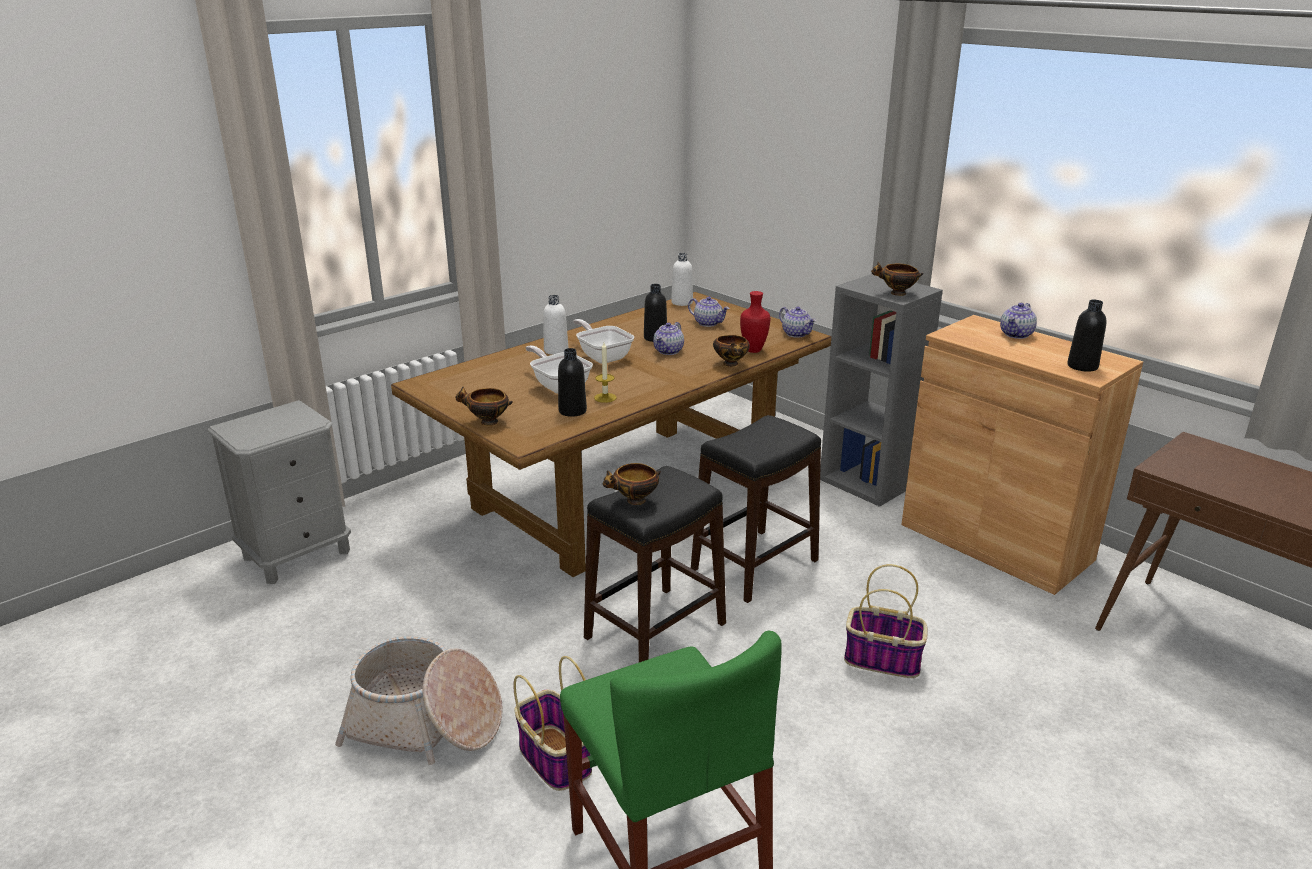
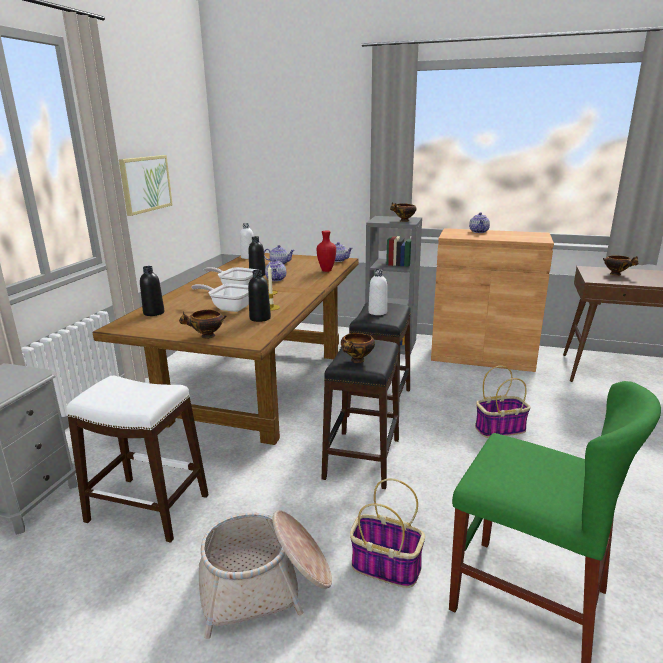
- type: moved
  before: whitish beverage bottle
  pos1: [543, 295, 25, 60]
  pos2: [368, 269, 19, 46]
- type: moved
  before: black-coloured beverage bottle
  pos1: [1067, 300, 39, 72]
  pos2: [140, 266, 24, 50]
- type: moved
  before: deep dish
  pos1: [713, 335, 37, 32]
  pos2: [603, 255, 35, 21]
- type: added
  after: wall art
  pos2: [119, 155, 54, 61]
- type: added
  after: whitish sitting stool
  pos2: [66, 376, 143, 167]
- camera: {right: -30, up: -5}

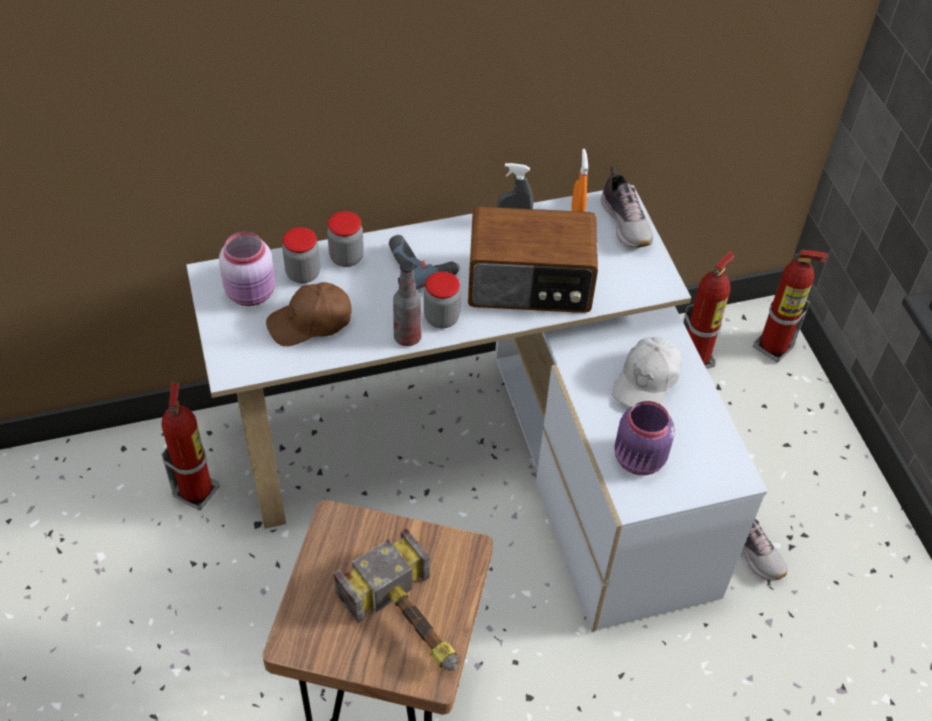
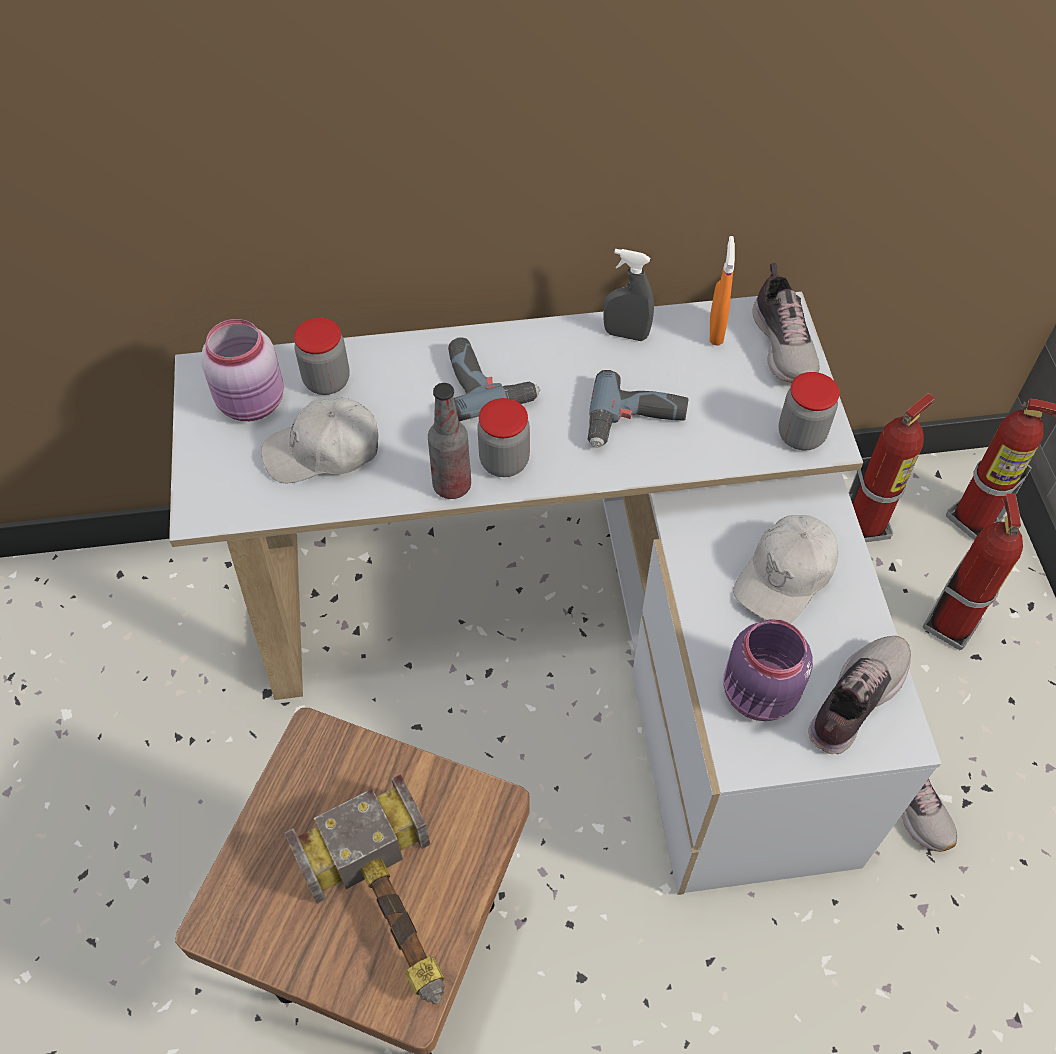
- type: replaced
  before: radio receiver
  after: drill
  pos1: [468, 206, 130, 107]
  pos2: [588, 370, 101, 78]
- type: moved
  before: preserve jar
  pos1: [327, 211, 37, 56]
  pos2: [778, 372, 62, 79]
- type: recoloured
  before: brownish cap
  after: whitish cap
  pos1: [266, 282, 86, 64]
  pos2: [261, 398, 117, 86]
- type: moved
  before: fire-fighting cylinder
  pos1: [161, 383, 58, 127]
  pos2: [922, 493, 101, 157]
- type: added
  after: low shoe
  pos2: [808, 636, 103, 118]
- camera: {right: 10, up: 5}

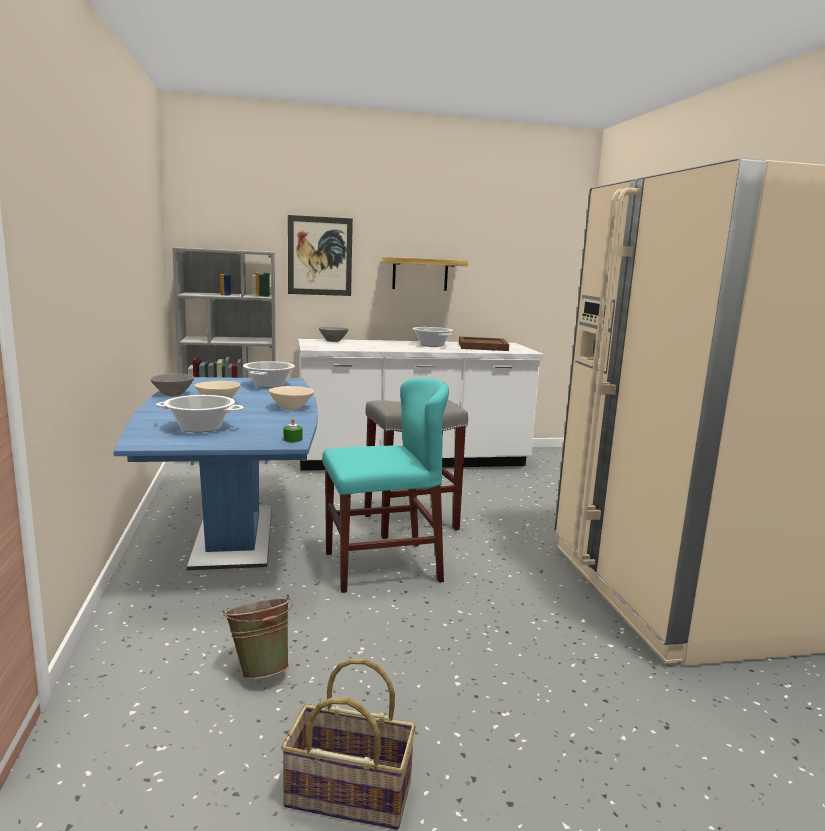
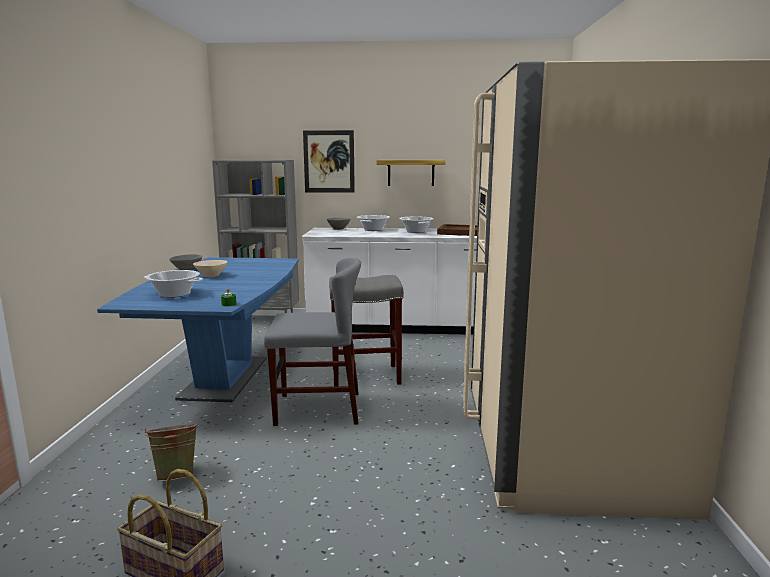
- type: moved
  before: cooking pot
  pos1: [243, 361, 52, 27]
  pos2: [357, 215, 33, 16]
- type: recoloured
  before: turquoise chair
  after: grey chair
  pos1: [322, 378, 127, 215]
  pos2: [264, 258, 97, 168]
- type: removed
  before: beige deep dish
  pos1: [269, 386, 45, 24]
- camera: {right: 15, up: 0}

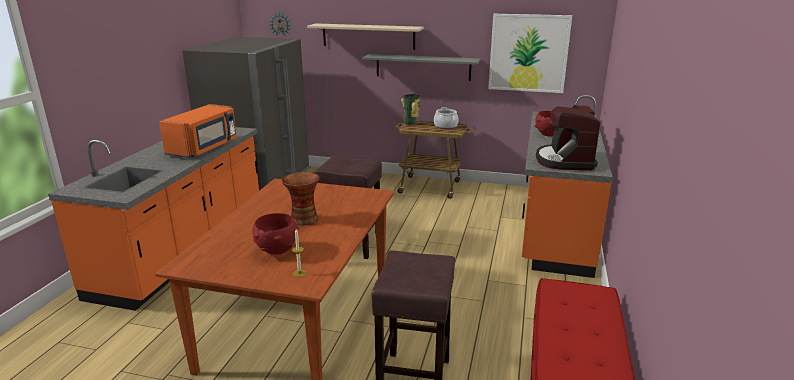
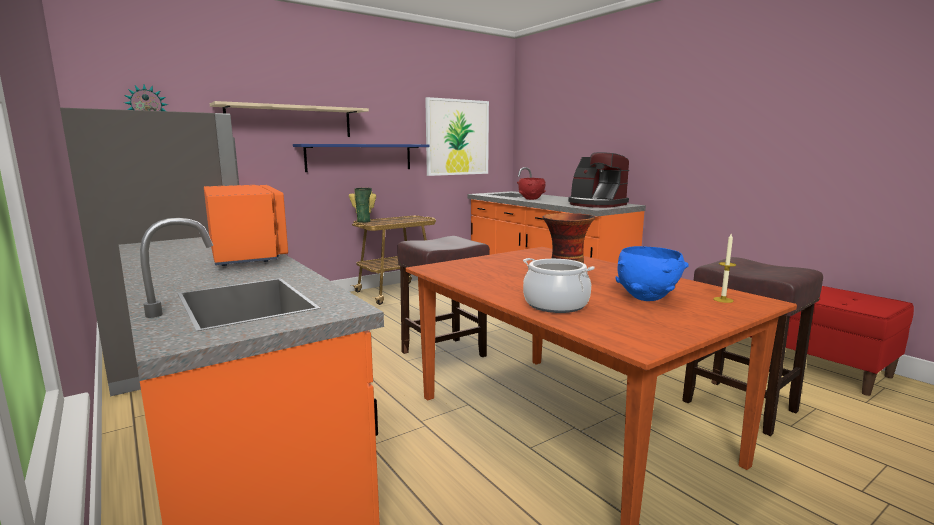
- type: recoloured
  before: grey shelf
  after: bluish shelf
  pos1: [362, 54, 118, 27]
  pos2: [293, 144, 136, 28]
- type: moved
  before: cooking pot
  pos1: [434, 107, 25, 22]
  pos2: [523, 258, 72, 55]
- type: recoloured
  before: reddish deep dish
  after: bluish deep dish
  pos1: [252, 213, 47, 42]
  pos2: [616, 246, 73, 55]
- camera: {right: -50, up: -10}

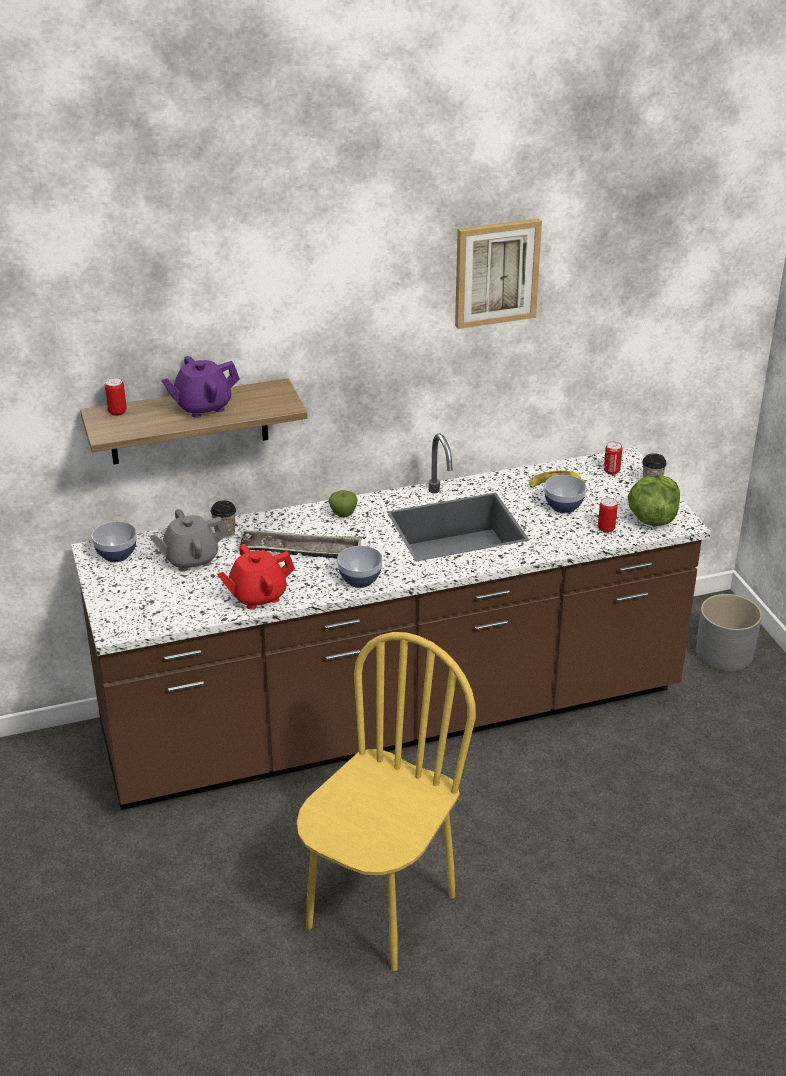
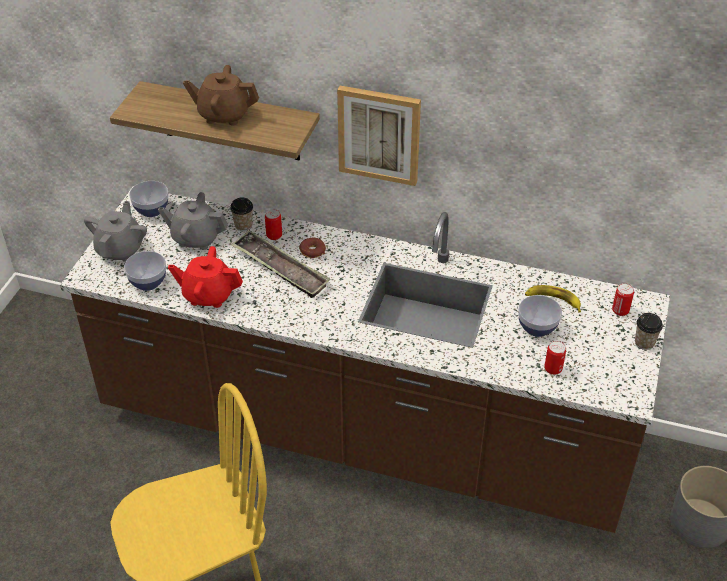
- type: moved
  before: wall art
  pos1: [455, 218, 87, 111]
  pos2: [337, 86, 84, 100]
- type: recoloured
  before: purple-coloured pot for tea
  after: brownish pot for tea
  pos1: [161, 356, 79, 62]
  pos2: [183, 65, 76, 60]
- type: moved
  before: sealed can
  pos1: [105, 378, 22, 38]
  pos2: [265, 209, 17, 31]
- type: removed
  before: head of lettuce
  pos1: [628, 475, 52, 51]
- type: removed
  before: apple
  pos1: [329, 490, 29, 28]
- type: moved
  before: deep dish
  pos1: [337, 546, 45, 42]
  pos2: [124, 251, 42, 40]
- type: added
  after: grey pot for tea
  pos2: [84, 201, 63, 61]
- type: added
  after: doughnut
  pos2: [299, 238, 27, 20]
- camera: {right: 35, up: 10}

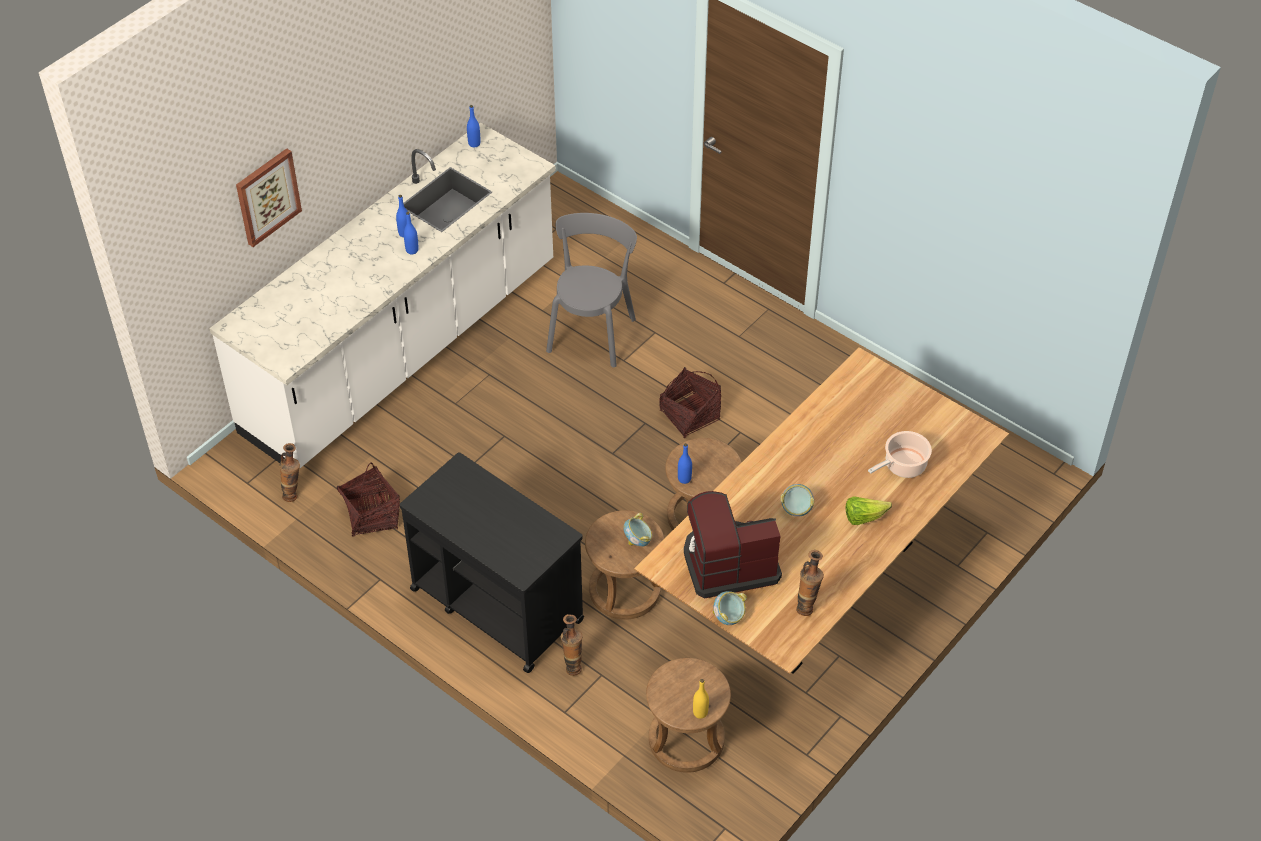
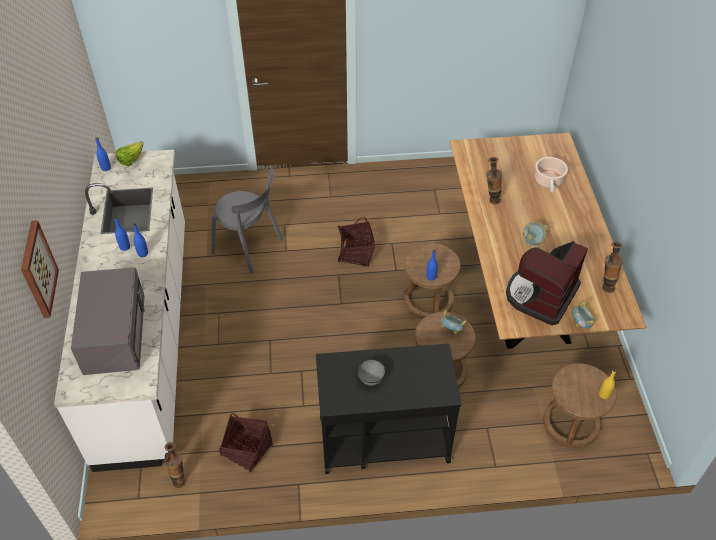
- type: turned
  before: grey chair
  pos1: [546, 213, 91, 154]
  pos2: [211, 168, 72, 106]
  turn: 150
- type: moved
  before: head of lettuce
  pos1: [846, 496, 46, 29]
  pos2: [116, 141, 27, 25]
- type: moved
  before: decorative vase
  pos1: [561, 614, 21, 62]
  pos2: [486, 157, 16, 48]
- type: added
  after: grey microwave
  pos2: [71, 267, 74, 108]
- type: added
  after: grey deep dish
  pos2: [358, 359, 27, 26]
- camera: {right: -45, up: 0}

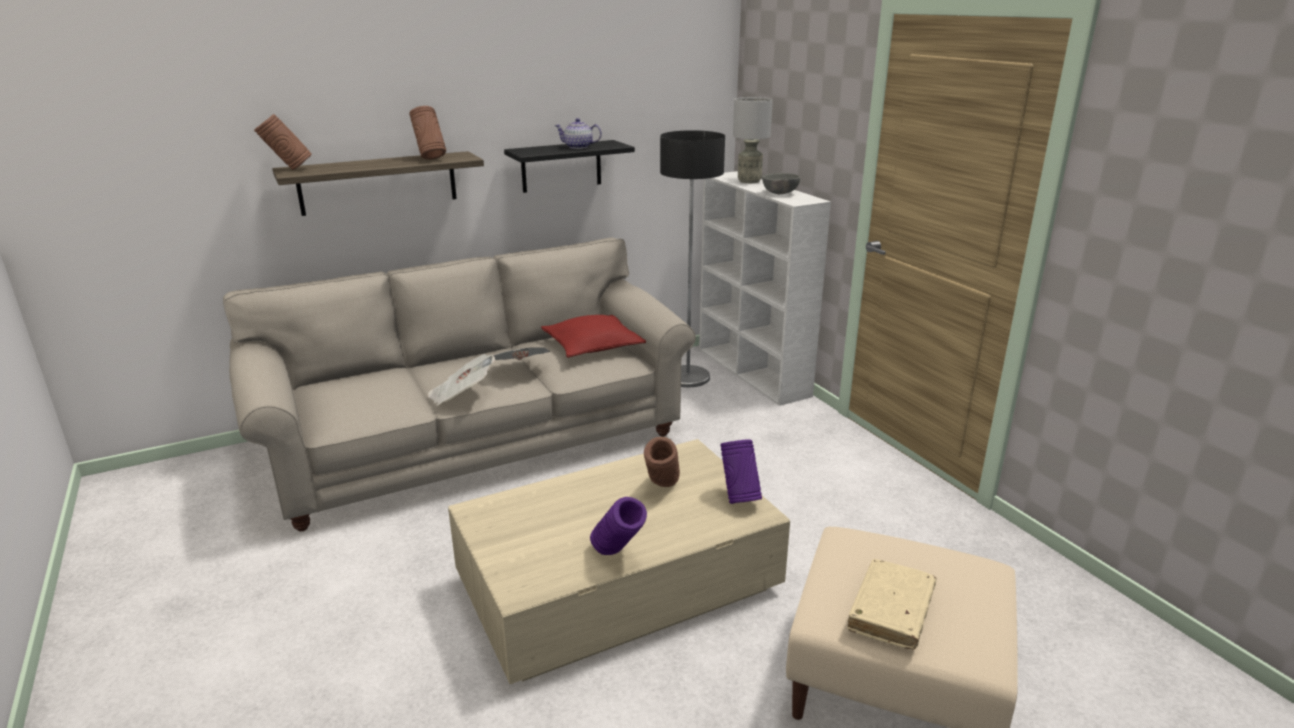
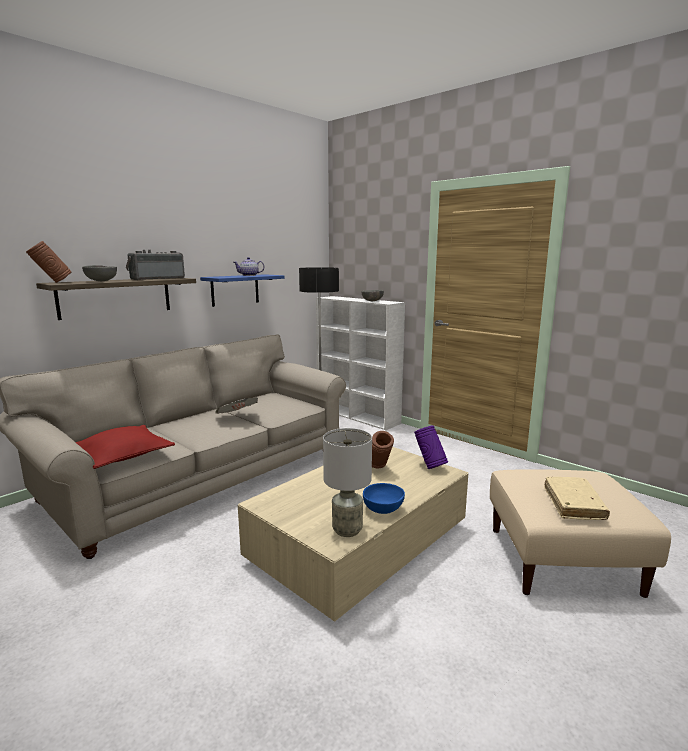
- type: moved
  before: grey tabletop lamp
  pos1: [733, 97, 40, 86]
  pos2: [323, 428, 49, 109]
- type: replaced
  before: brownish decorative vase
  after: radio receiver
  pos1: [409, 106, 37, 53]
  pos2: [126, 250, 59, 30]
- type: recoloured
  before: black-coloured shelf
  after: bluish shelf
  pos1: [504, 140, 131, 53]
  pos2: [200, 274, 84, 33]
- type: moved
  before: reddish cushion
  pos1: [541, 315, 105, 43]
  pos2: [76, 425, 99, 44]
- type: removed
  before: daily paper
  pos1: [428, 354, 67, 52]
- type: replaced
  before: purple-coloured decorative vase
  after: bluish deep dish
  pos1: [590, 497, 57, 58]
  pos2: [363, 483, 42, 31]
- type: added
  after: grey deep dish
  pos2: [82, 265, 35, 16]
- camera: {right: -20, up: -10}

